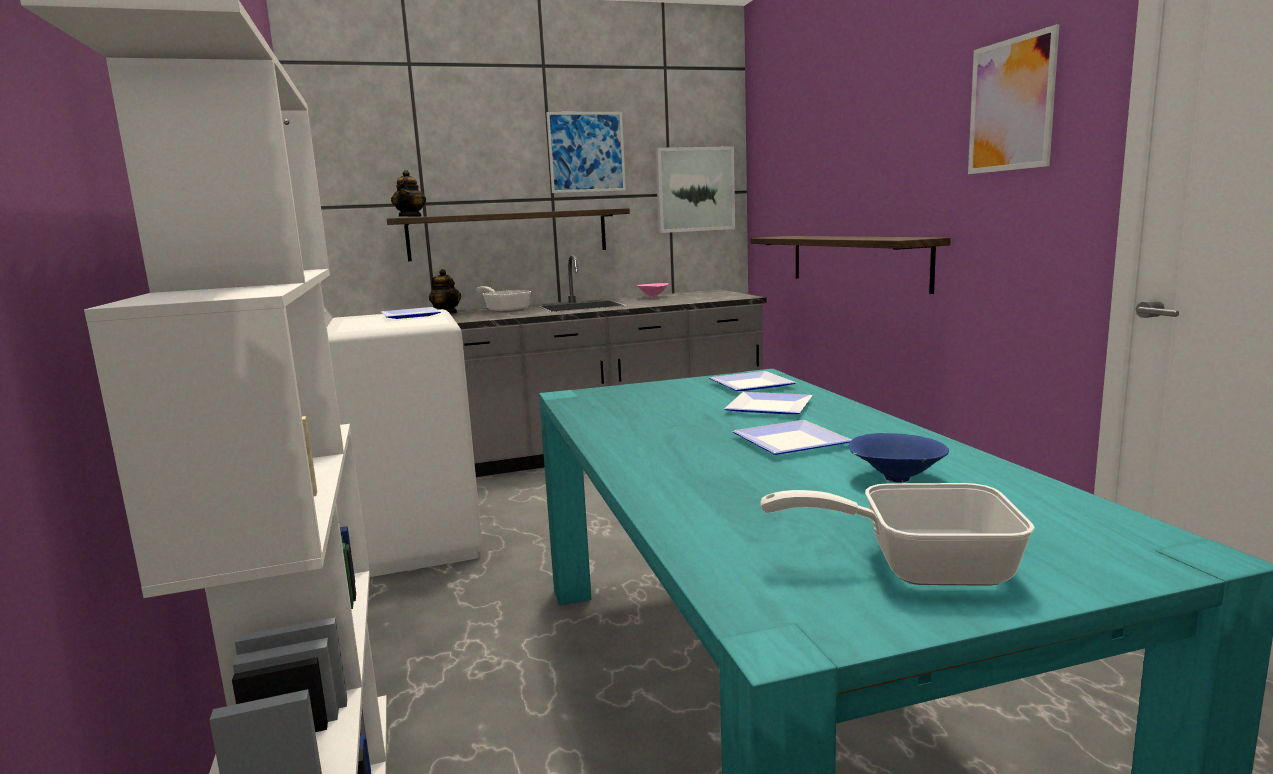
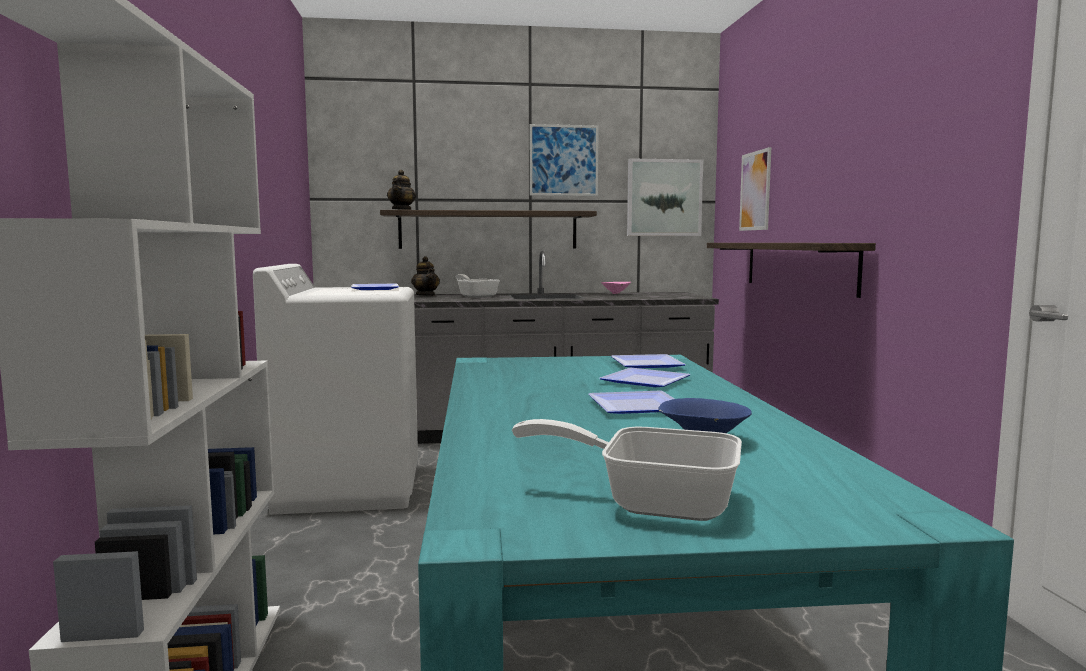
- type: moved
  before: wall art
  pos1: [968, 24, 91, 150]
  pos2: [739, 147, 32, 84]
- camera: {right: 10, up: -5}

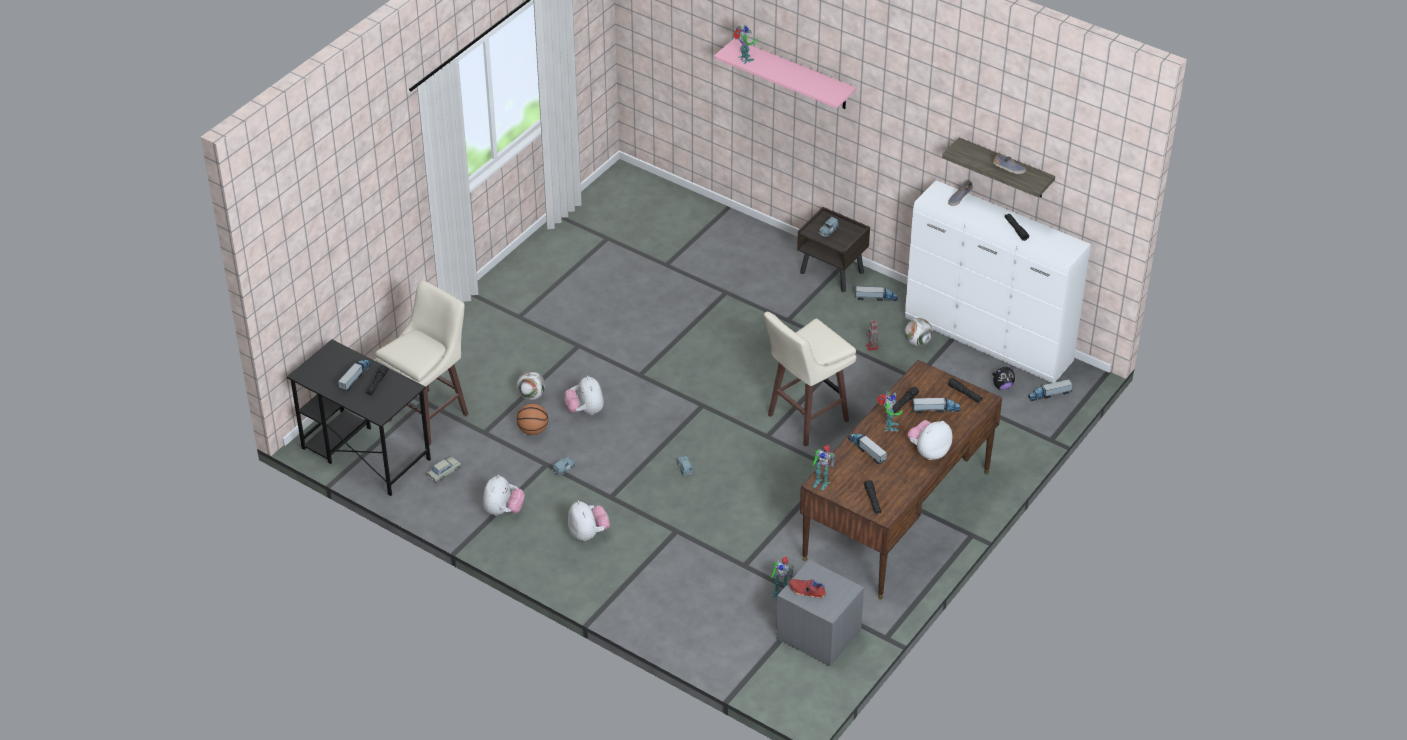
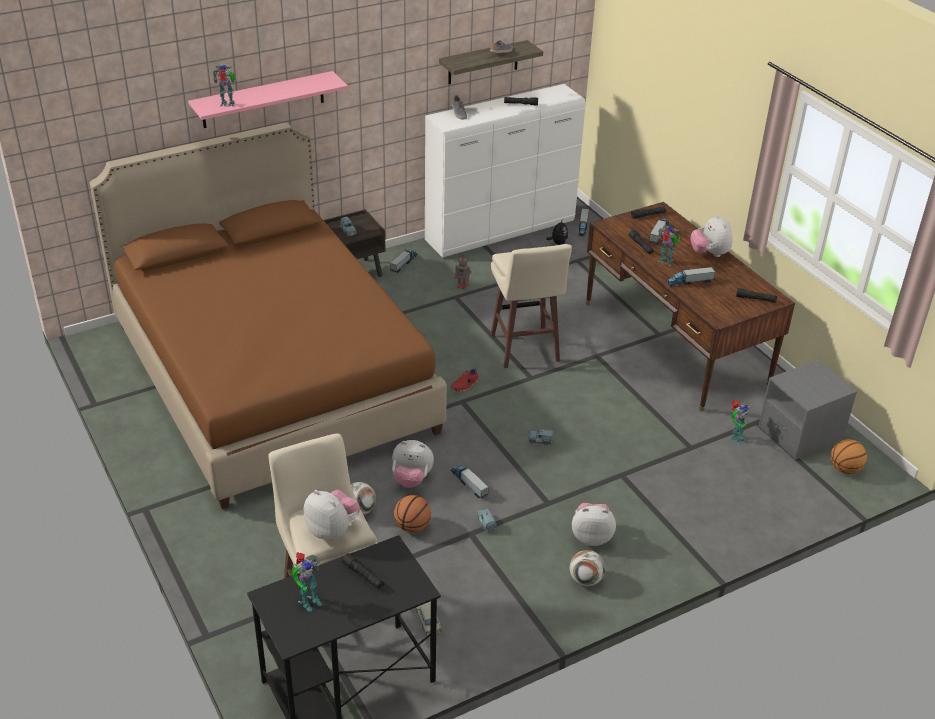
- type: moved
  before: football ball
  pos1: [905, 318, 28, 28]
  pos2: [570, 550, 35, 36]
- type: moved
  before: model truck
  pos1: [338, 360, 33, 32]
  pos2: [451, 466, 38, 33]
- type: moved
  before: toy robot
  pos1: [811, 445, 25, 45]
  pos2: [291, 552, 31, 59]
- type: moved
  before: cuddly toy
  pos1: [483, 475, 41, 41]
  pos2: [304, 490, 56, 50]
- type: moved
  before: reddish low shoe
  pos1: [789, 579, 37, 20]
  pos2: [450, 367, 29, 25]
- type: added
  after: brownish bed
  pos2: [90, 122, 357, 388]
- type: added
  after: basketball
  pos2: [831, 439, 36, 35]
- camera: {right: -65, up: -5}

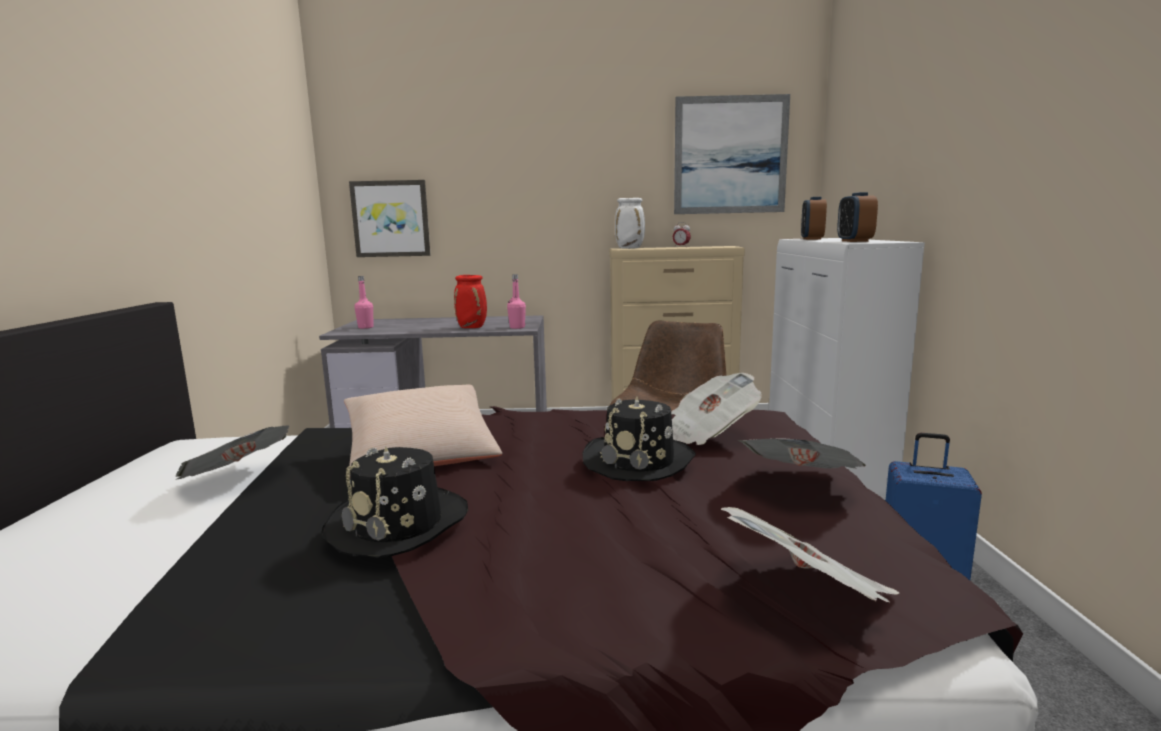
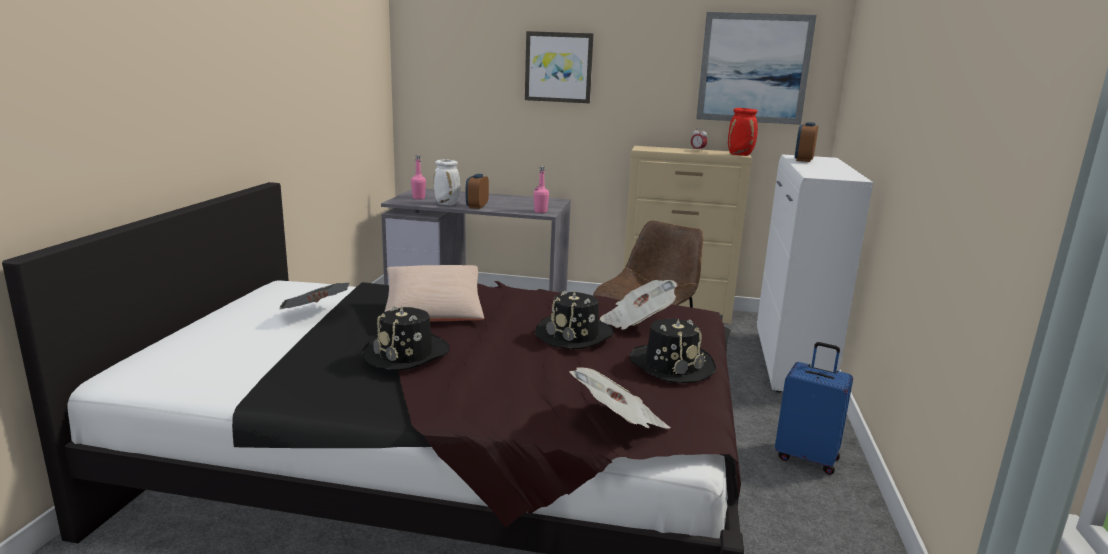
- type: moved
  before: wall art
  pos1: [349, 180, 82, 77]
  pos2: [525, 31, 69, 72]
- type: moved
  before: table clock
  pos1: [837, 192, 41, 50]
  pos2: [466, 174, 23, 35]
- type: moved
  before: whitish decorative vase
  pos1: [615, 198, 30, 51]
  pos2: [433, 159, 27, 46]
- type: moved
  before: reddish decorative vase
  pos1: [454, 275, 33, 53]
  pos2: [728, 108, 30, 48]
- type: replaced
  before: daily paper
  after: black-coloured clothing hat
  pos1: [738, 438, 128, 31]
  pos2: [629, 318, 87, 65]
- camera: {right: 10, up: 5}

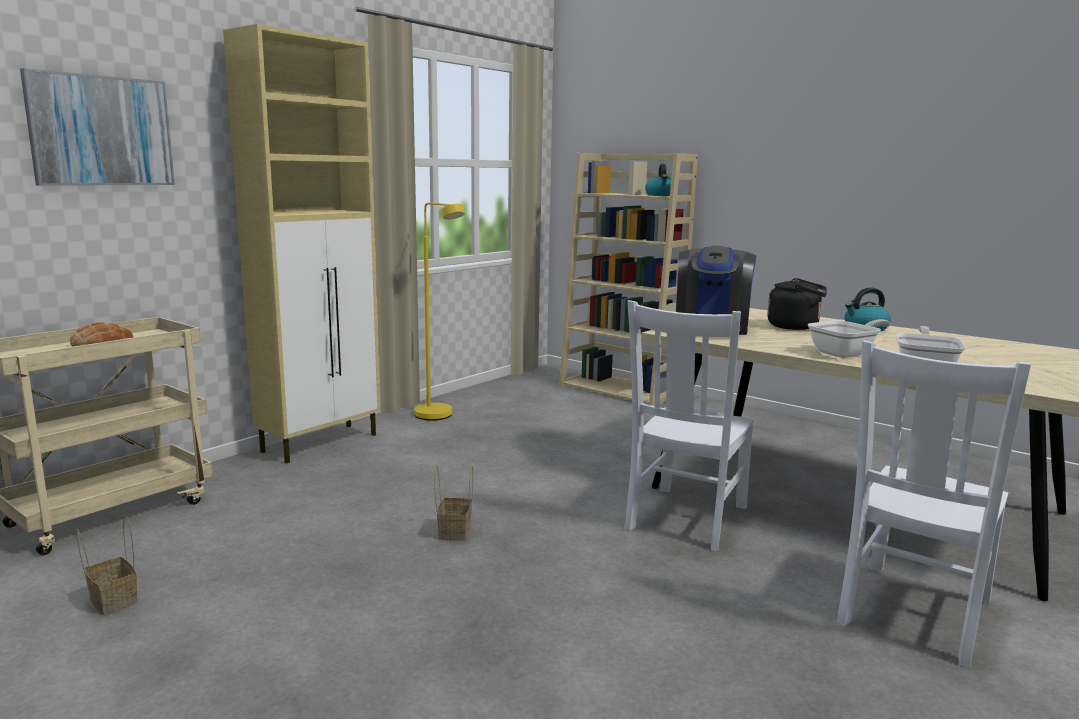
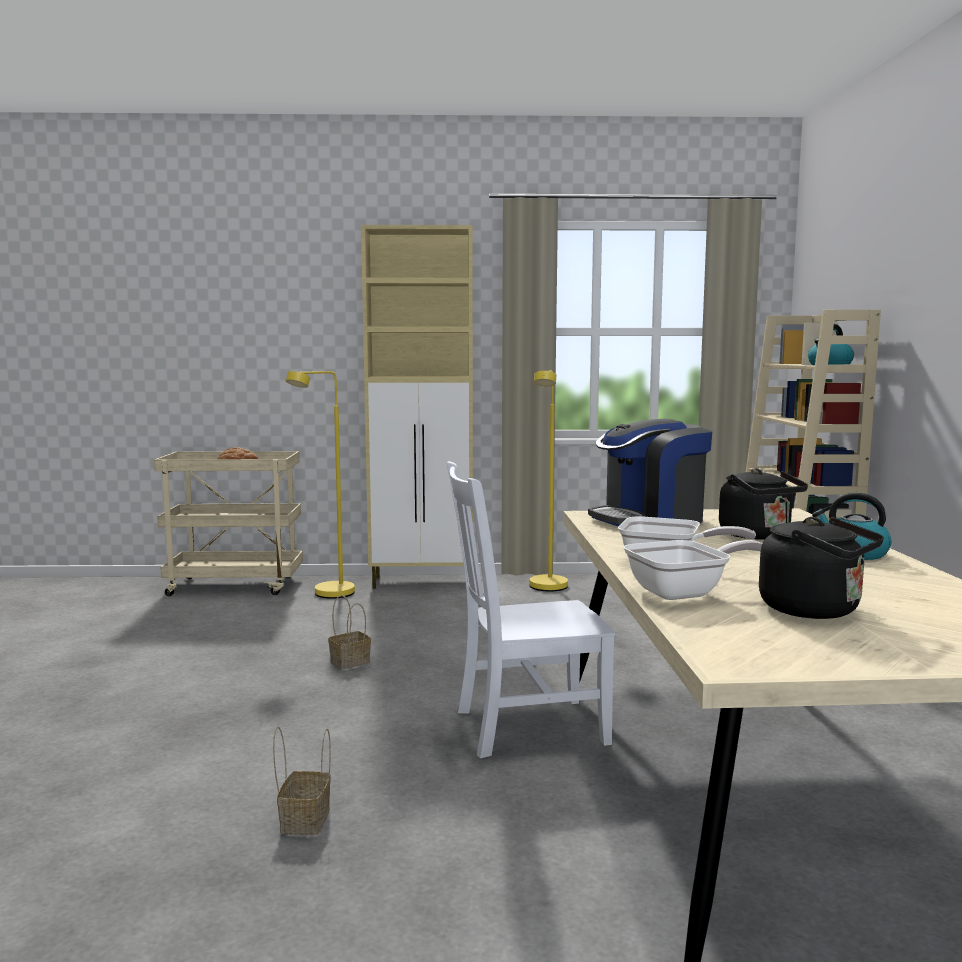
- type: removed
  before: wall art
  pos1: [20, 68, 155, 118]
- type: removed
  before: whitish chair
  pos1: [837, 341, 194, 326]
- type: moved
  before: household basket
  pos1: [76, 516, 62, 99]
  pos2: [273, 727, 58, 108]
- type: added
  after: yellowish standard lamp
  pos2: [286, 371, 69, 228]
- type: added
  after: black-coloured kettle
  pos2: [759, 517, 125, 102]
- camera: {right: 50, up: -5}

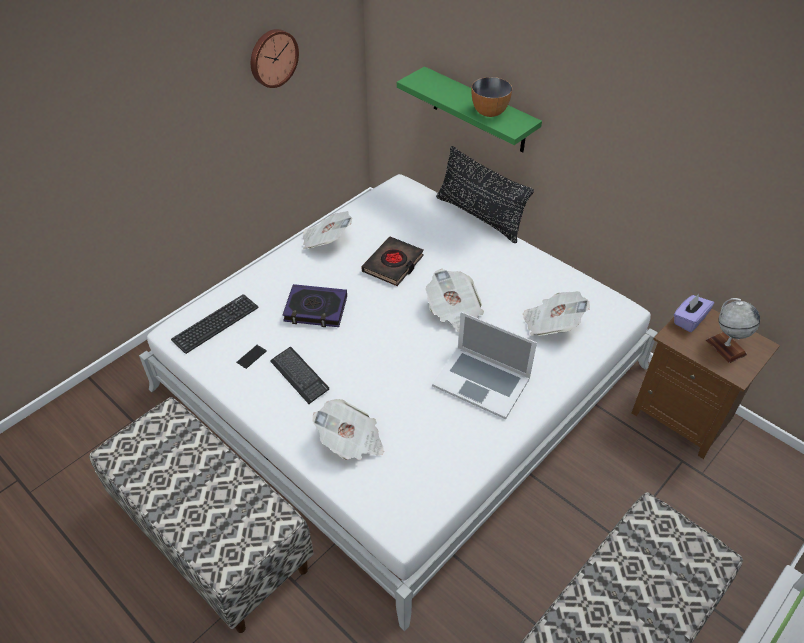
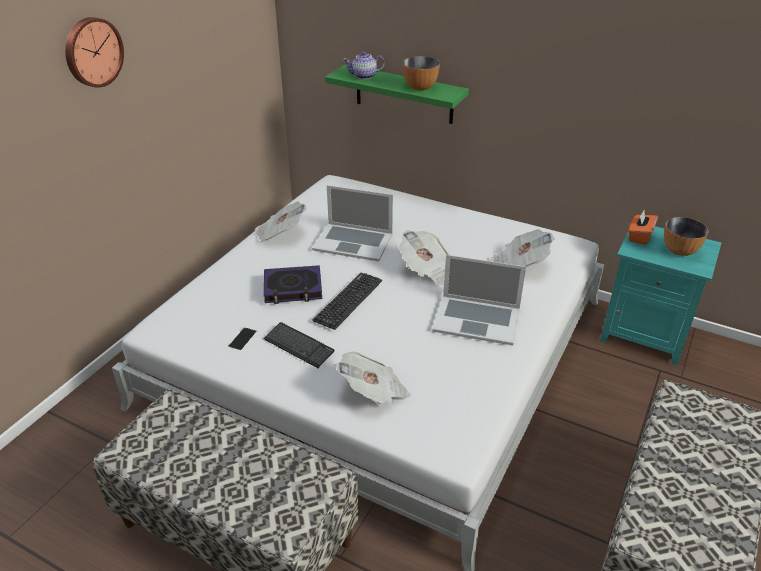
- type: moved
  before: wall clock
  pos1: [251, 29, 48, 59]
  pos2: [65, 17, 59, 71]
- type: removed
  before: black-coloured cushion
  pos1: [436, 146, 98, 97]
- type: replaced
  before: black-coloured bound book
  after: laptop
  pos1: [361, 237, 63, 49]
  pos2: [312, 185, 81, 76]
- type: moved
  before: PC keyboard
  pos1: [171, 294, 88, 60]
  pos2: [313, 273, 69, 57]
- type: recoloured
  before: purple-coloured tissue box
  after: orange tissue box
  pos1: [674, 294, 40, 38]
  pos2: [628, 211, 30, 34]
- type: replaced
  before: desk globe
  after: deep dish
  pos1: [706, 298, 54, 65]
  pos2: [664, 217, 44, 39]
- type: recoloured
  before: brownish bedside table
  after: turquoise bedside table
  pos1: [632, 308, 148, 151]
  pos2: [600, 226, 121, 139]
- type: added
  after: pot for tea
  pos2: [343, 52, 42, 27]
- camera: {right: -15, up: -10}

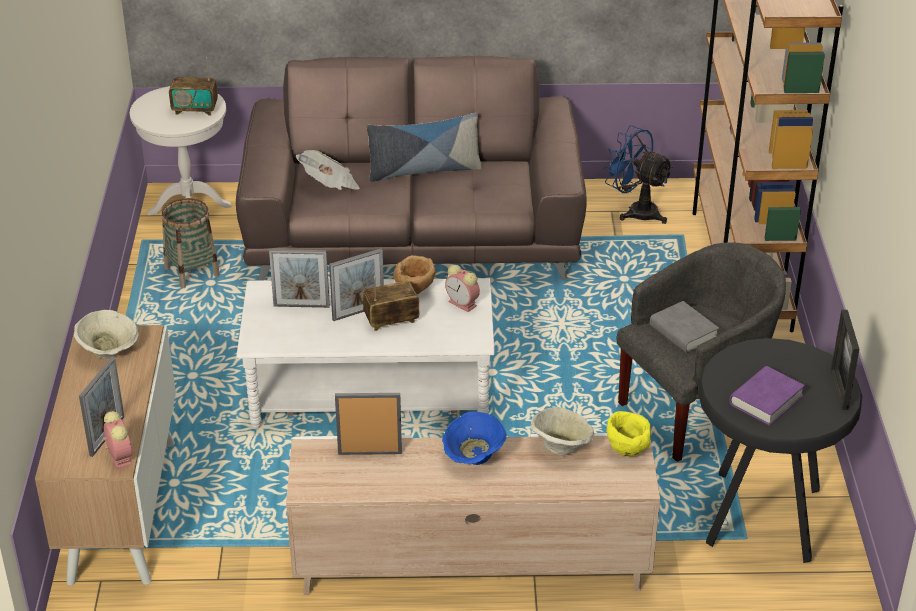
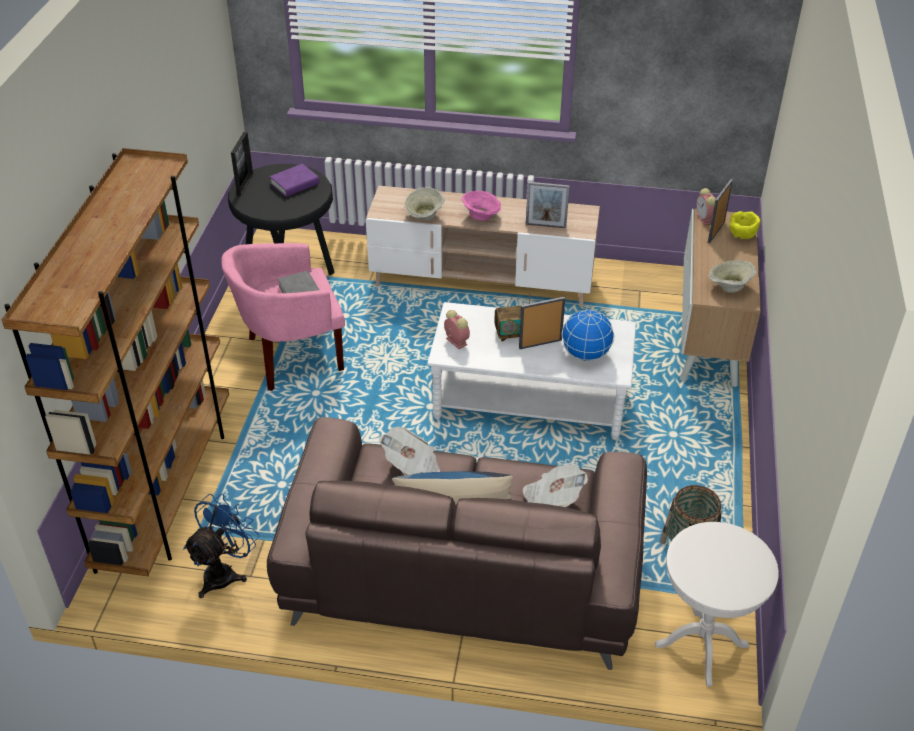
- type: removed
  before: radio receiver
  pos1: [169, 57, 49, 59]
- type: turned
  before: bluish cooling fan
  pos1: [603, 125, 71, 99]
  pos2: [183, 494, 77, 104]
  turn: -105
- type: recoloured
  before: grey lounge chair
  after: pink lounge chair
  pos1: [617, 243, 169, 219]
  pos2: [221, 243, 124, 148]
- type: replaced
  before: standing frame
  after: desk globe
  pos1: [269, 249, 61, 59]
  pos2: [562, 309, 52, 52]
- type: removed
  before: brownish deep dish
  pos1: [393, 255, 43, 39]
- type: moved
  before: yellowish deep dish
  pos1: [607, 411, 44, 45]
  pos2: [729, 211, 31, 28]
- type: recoloured
  before: bluish deep dish
  after: pink deep dish
  pos1: [442, 412, 65, 53]
  pos2: [461, 191, 40, 30]
- type: added
  after: daily paper
  pos2: [379, 427, 61, 48]
- camera: {right: -170, up: 5}

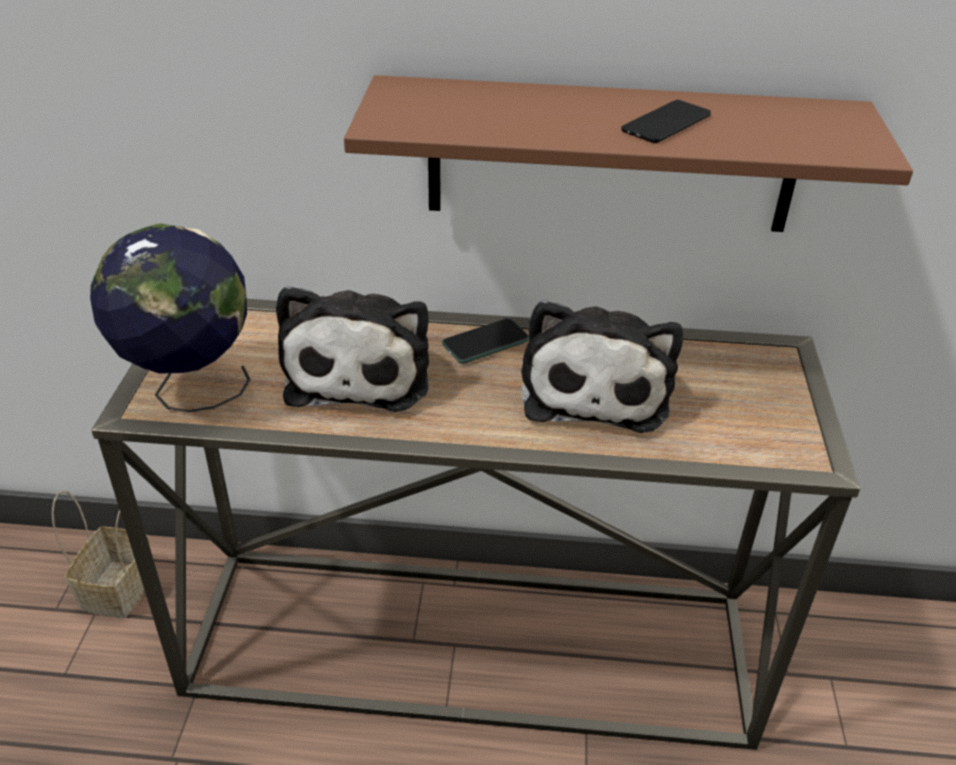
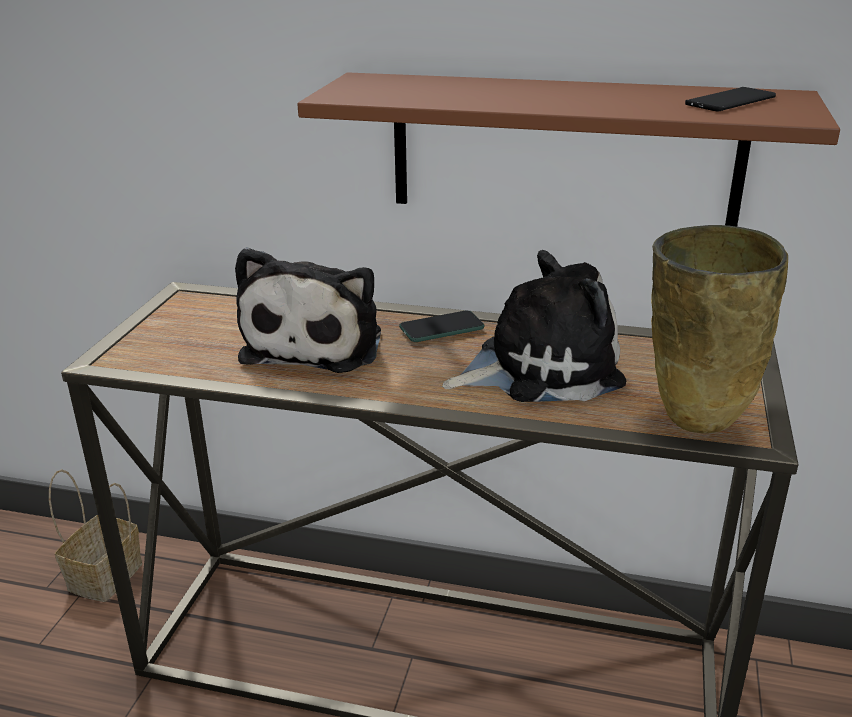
- type: moved
  before: telephone
  pos1: [622, 100, 89, 43]
  pos2: [685, 87, 91, 25]
- type: removed
  before: desk globe
  pos1: [90, 223, 161, 189]
- type: turned
  before: cuddly toy
  pos1: [521, 300, 162, 133]
  pos2: [442, 250, 184, 152]
  turn: -120
- type: added
  after: beige decorative vase
  pos2: [651, 225, 137, 209]
- camera: {right: 10, up: -10}

